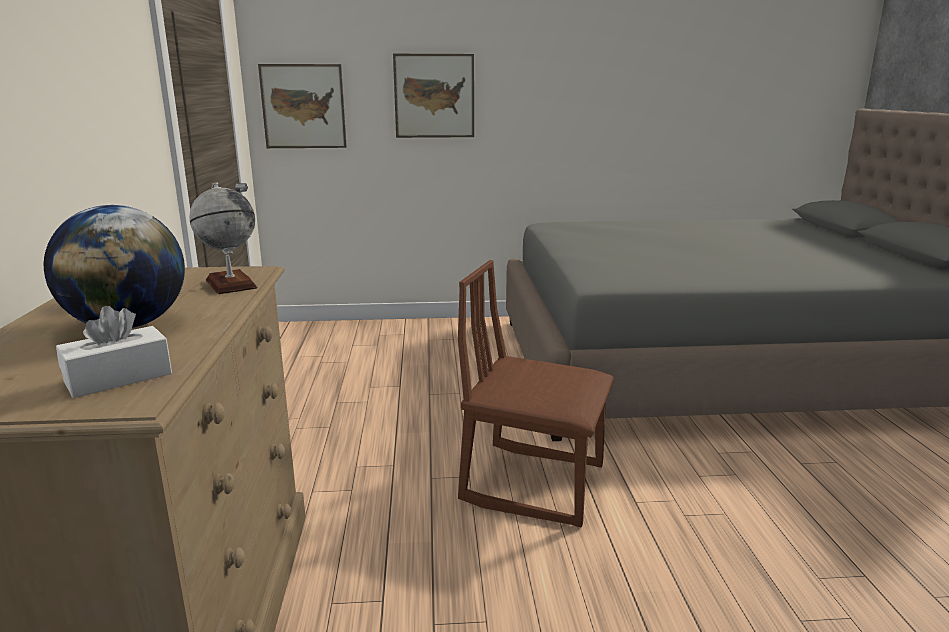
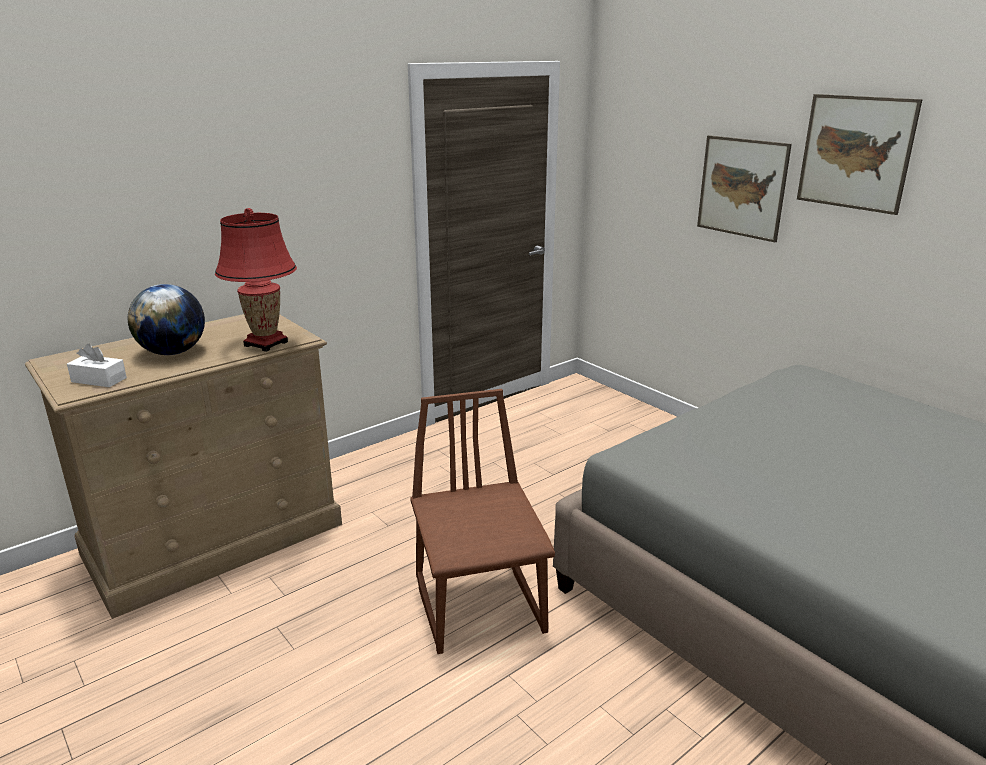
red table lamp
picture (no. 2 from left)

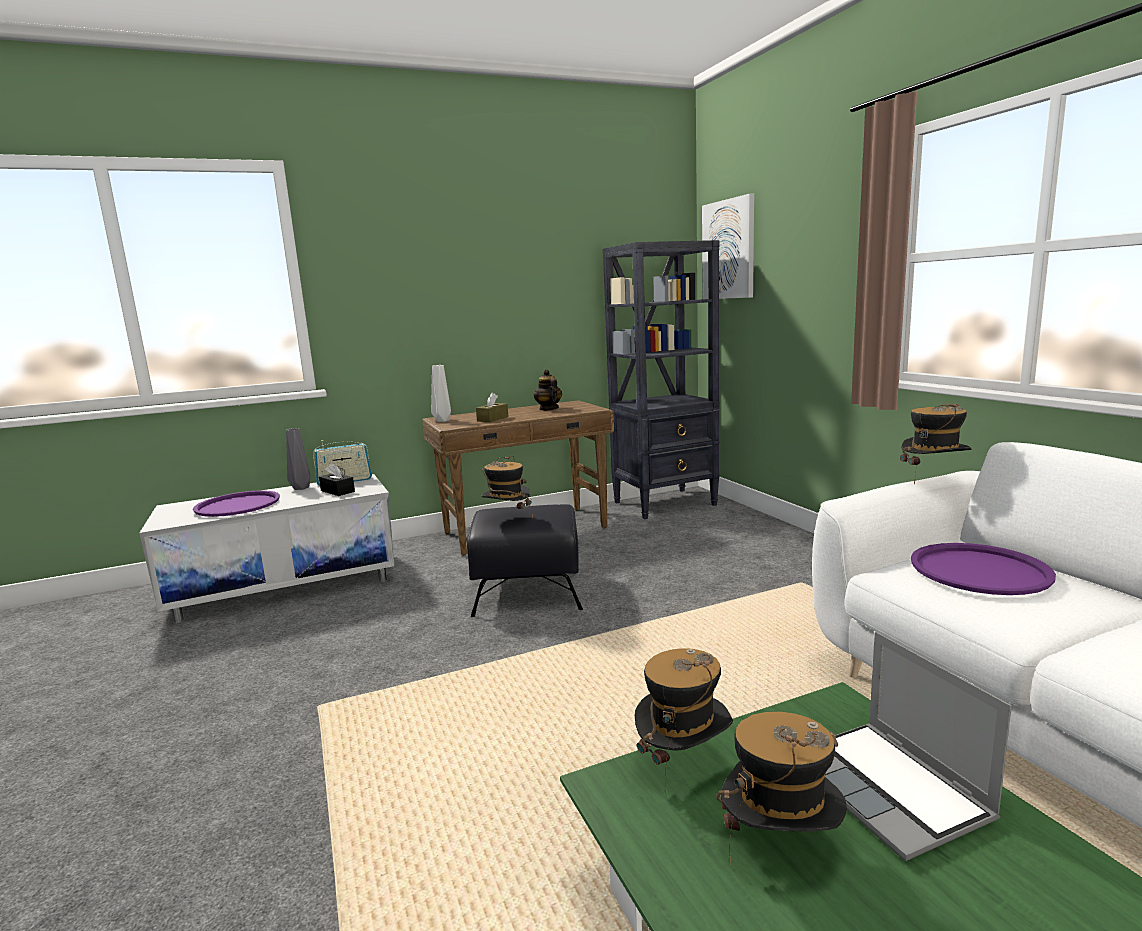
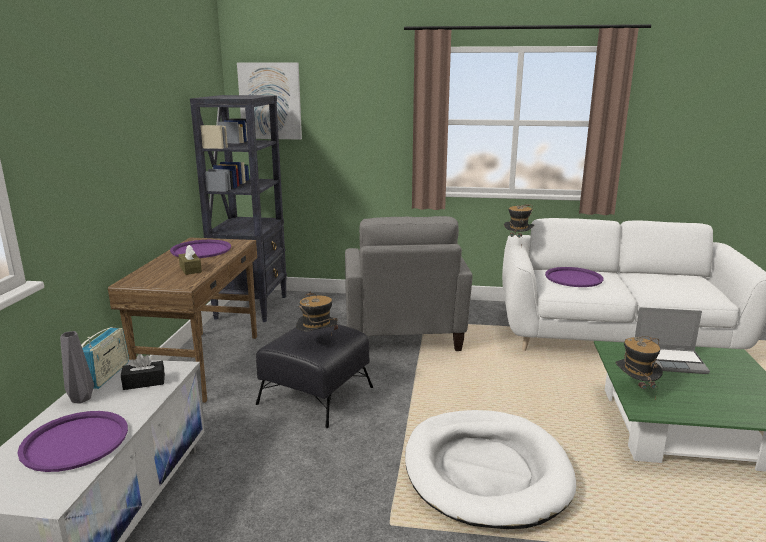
grey vase (no. 2 from left in the first image)
purple tray (no. 2 from left)
hat (no. 3 from left in the first image)
grey armchair
white dog bed

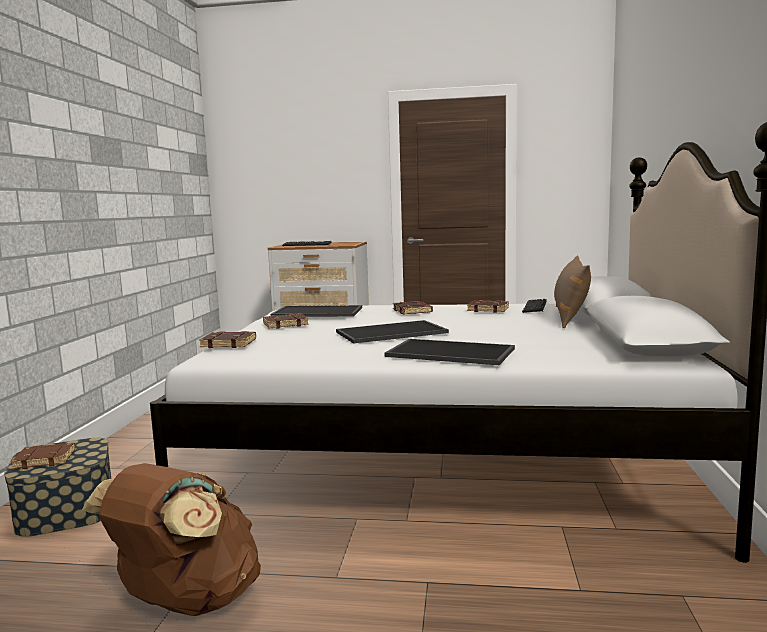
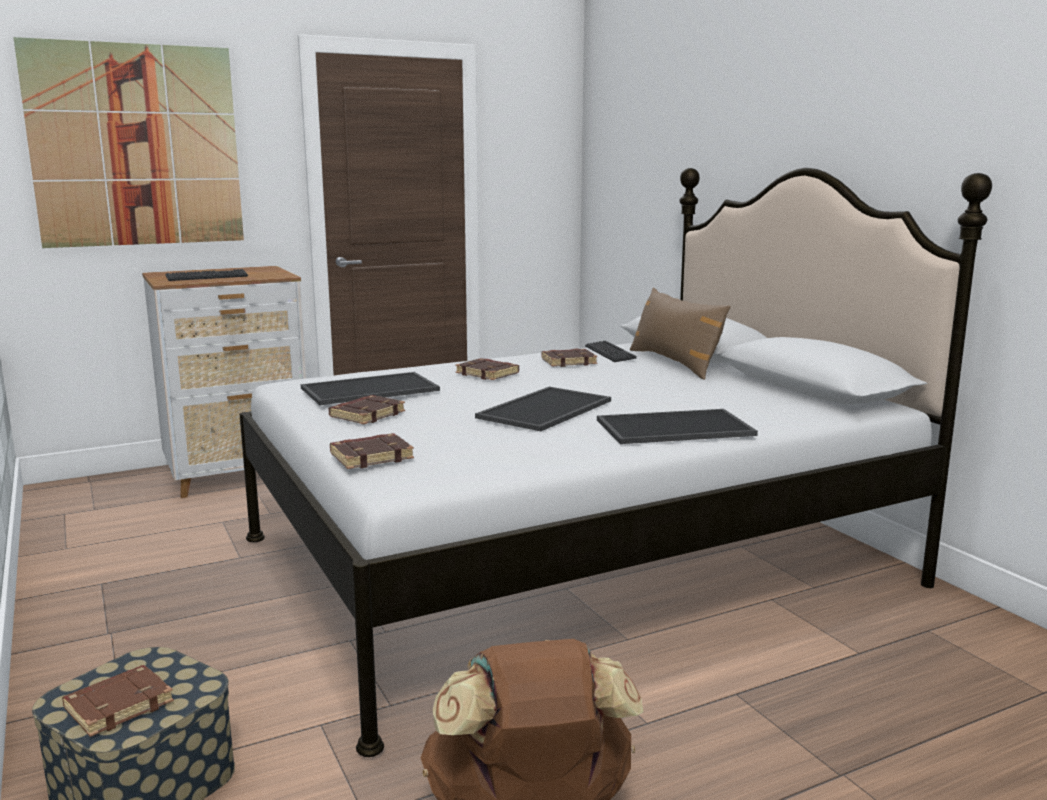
picture

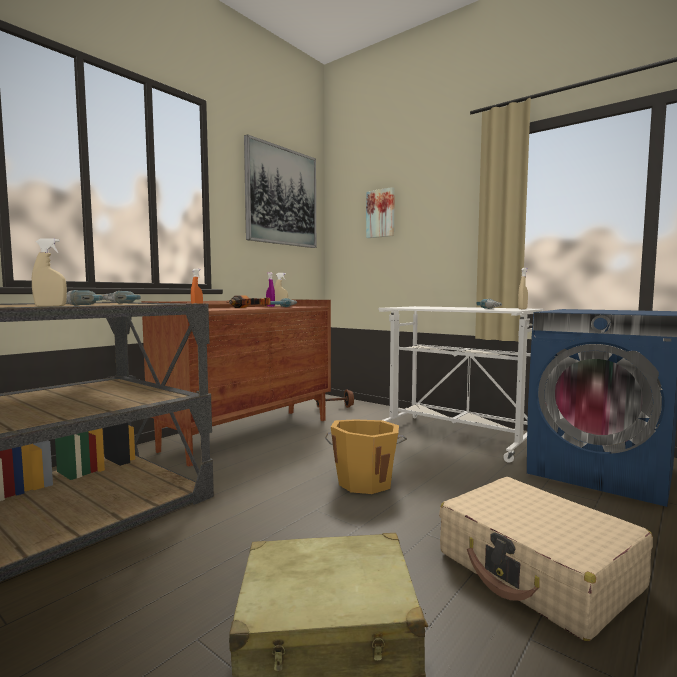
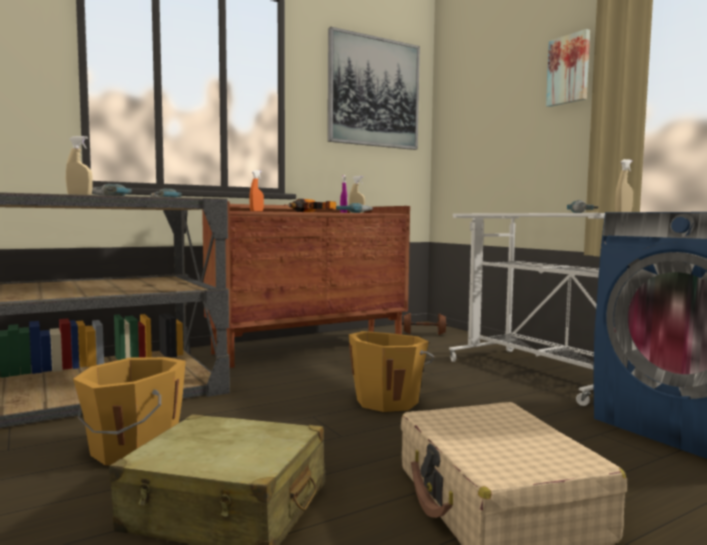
picture (no. 2 from left)
orange bucket (no. 1 from left)

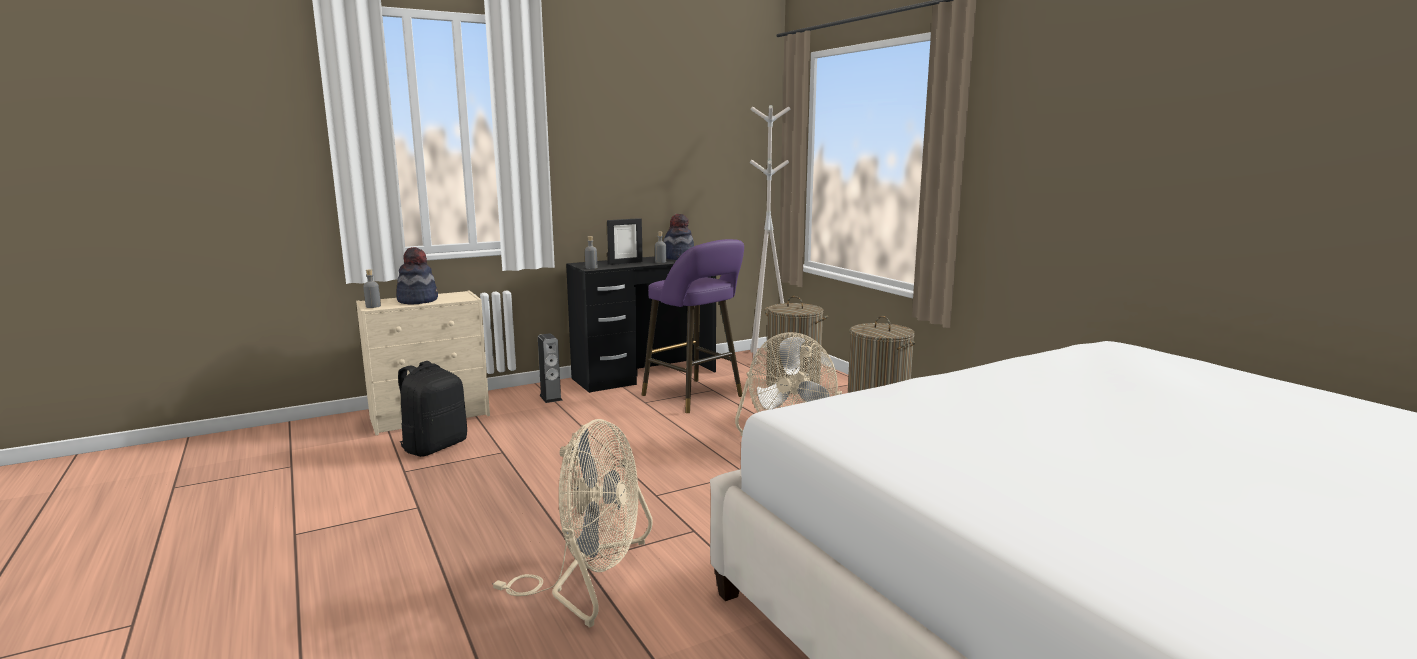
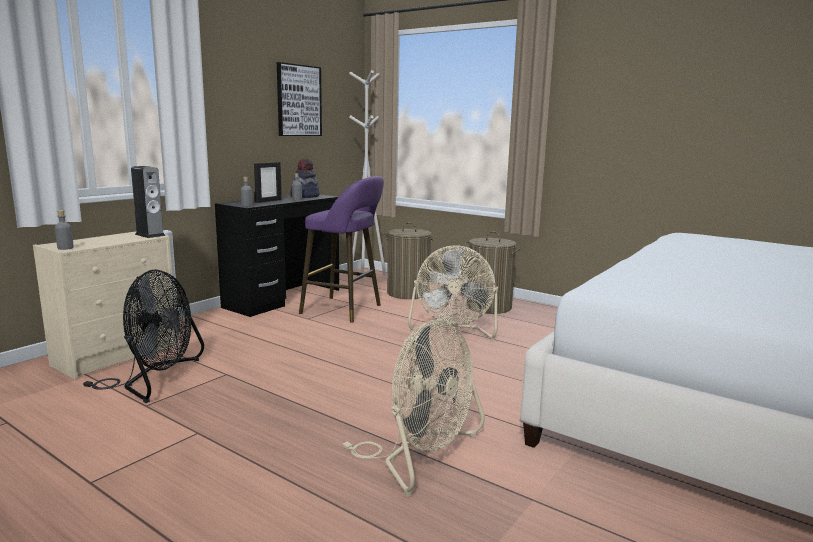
hat (no. 1 from left in the first image)
black fan
beige fan (no. 1 from left)
speaker
picture

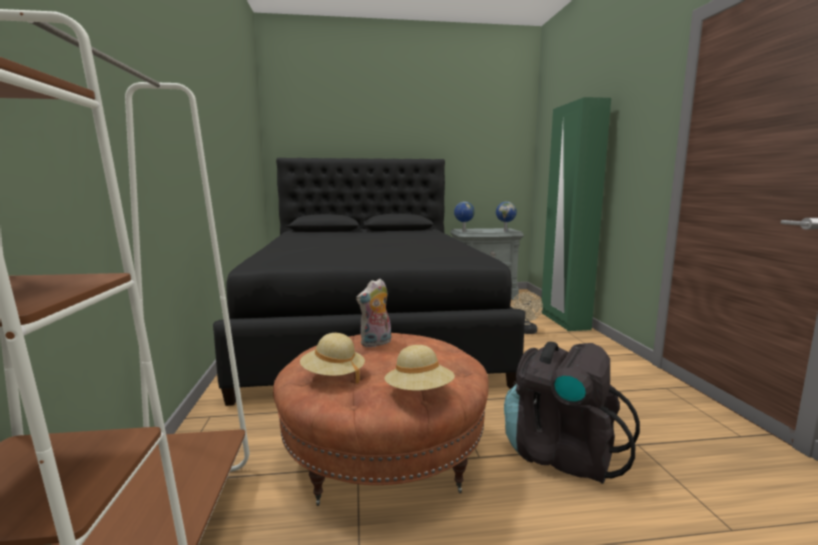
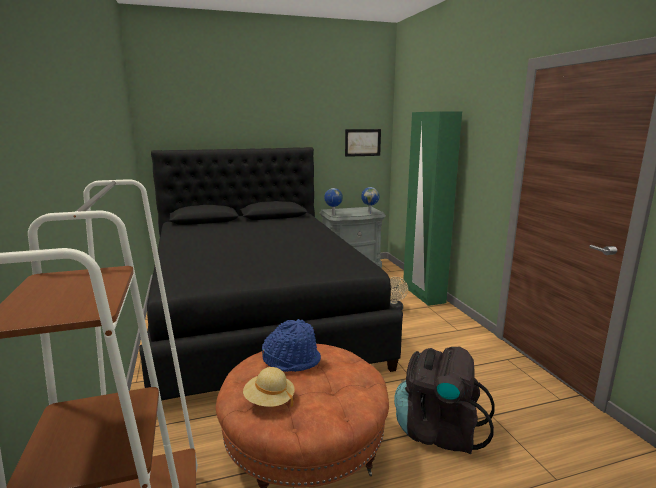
blue hat
beige hat (no. 2 from left in the first image)
picture

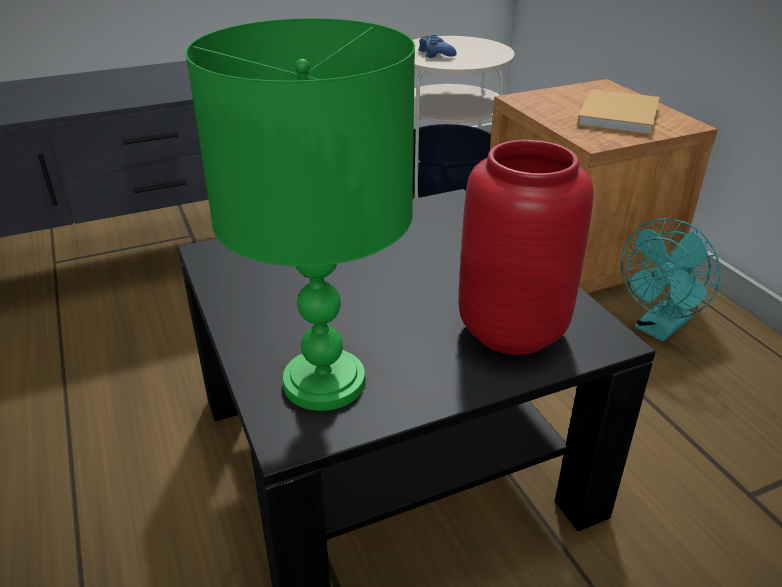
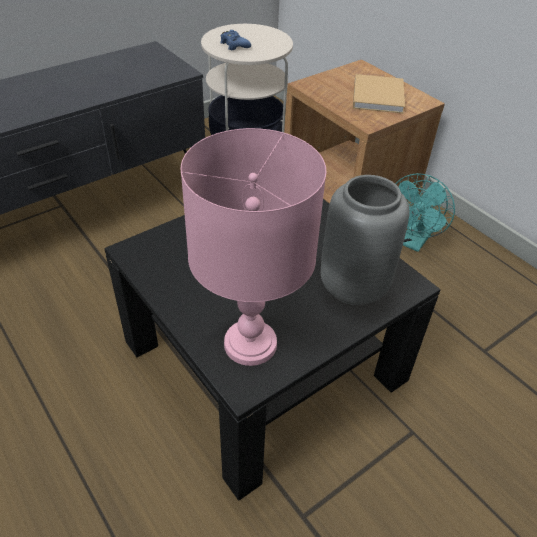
pink table lamp
grey vase

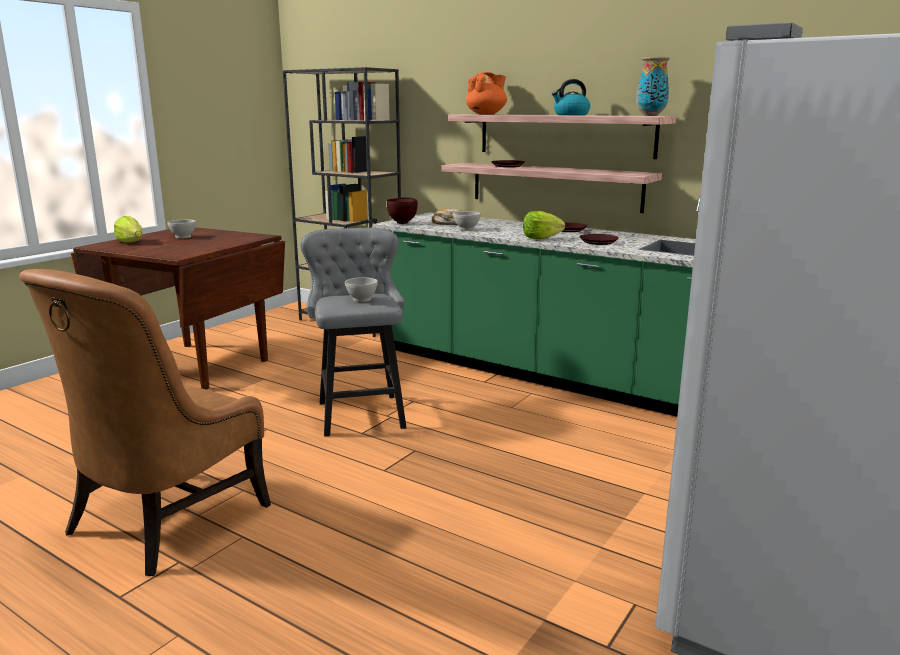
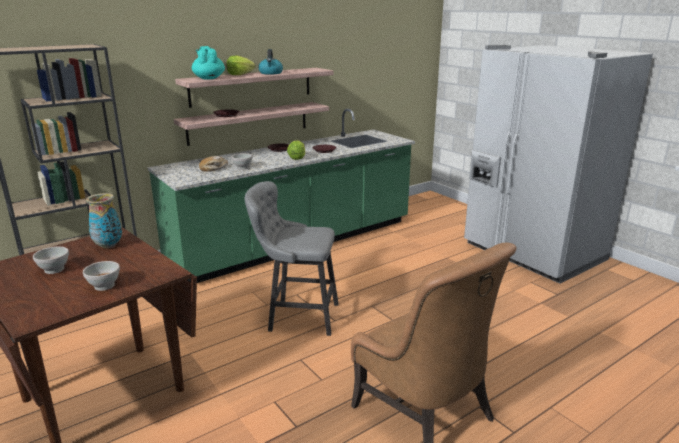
lettuce (no. 1 from left)
white bowl (no. 2 from left)
brown bowl
turquoise teapot
vase

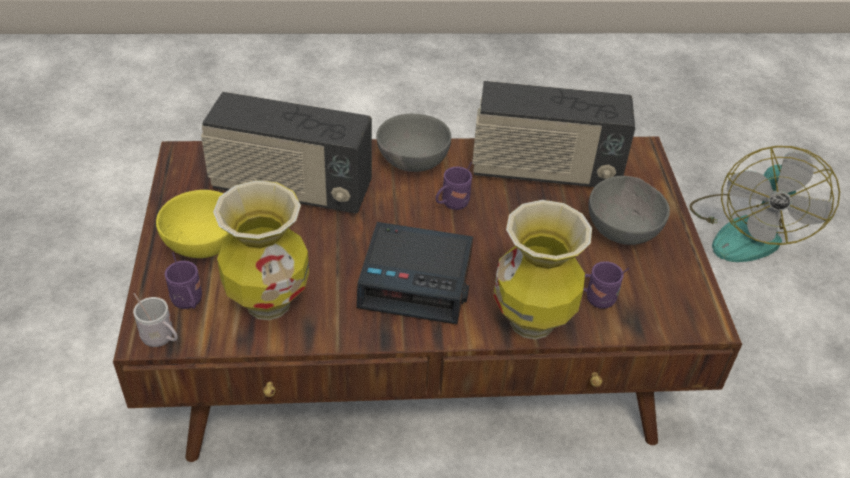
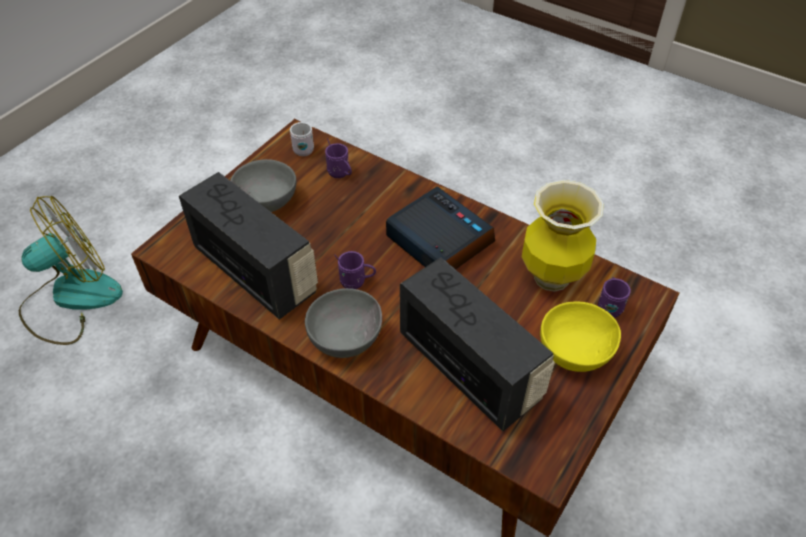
white mug
vase (no. 2 from left in the first image)

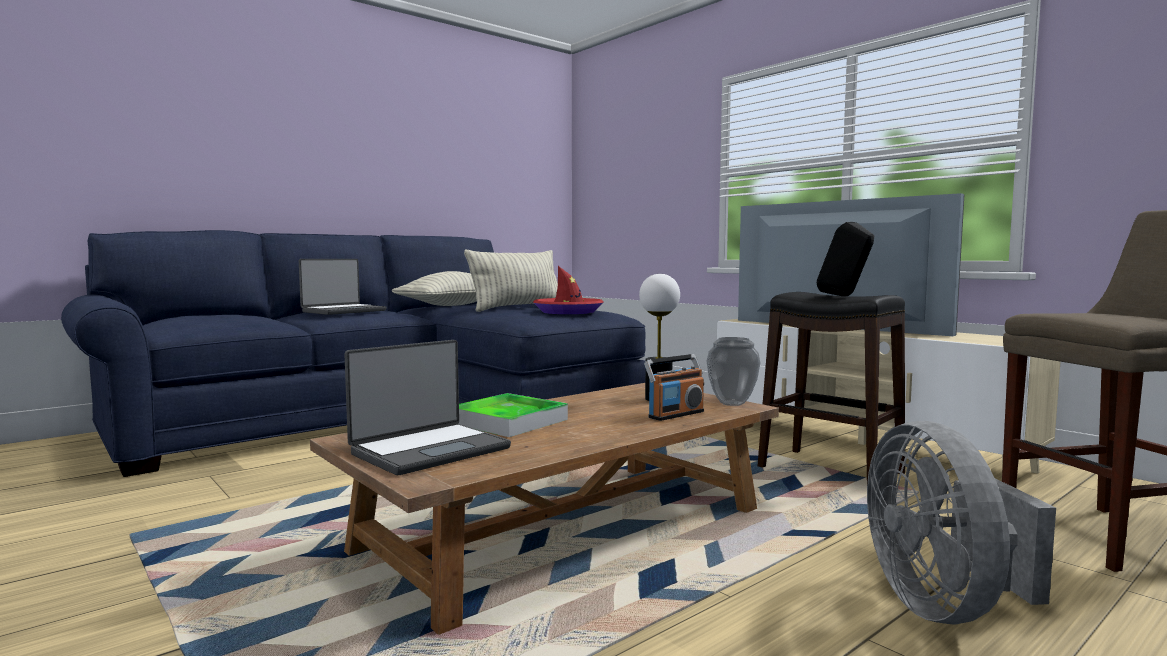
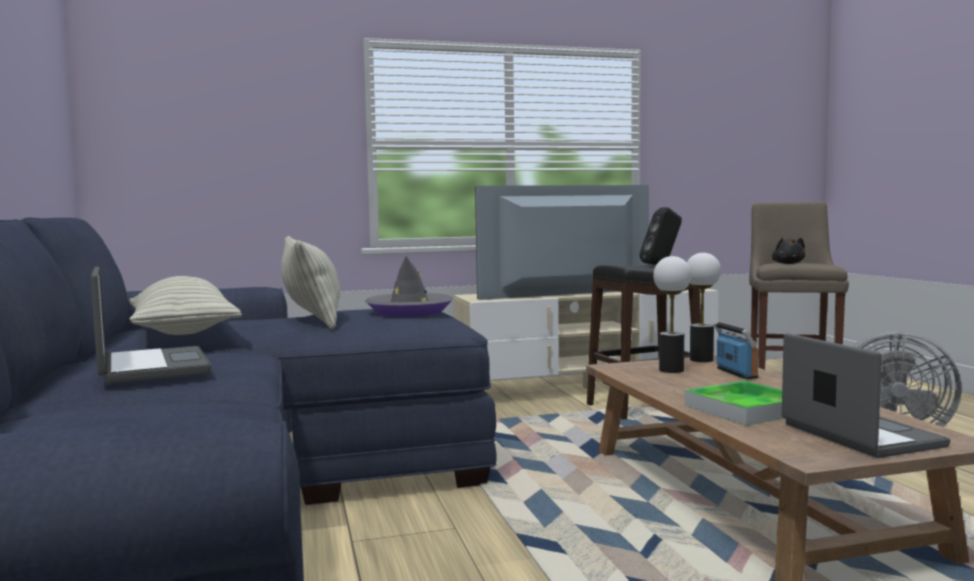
grey hat
table lamp (no. 2 from left)
black plush toy

